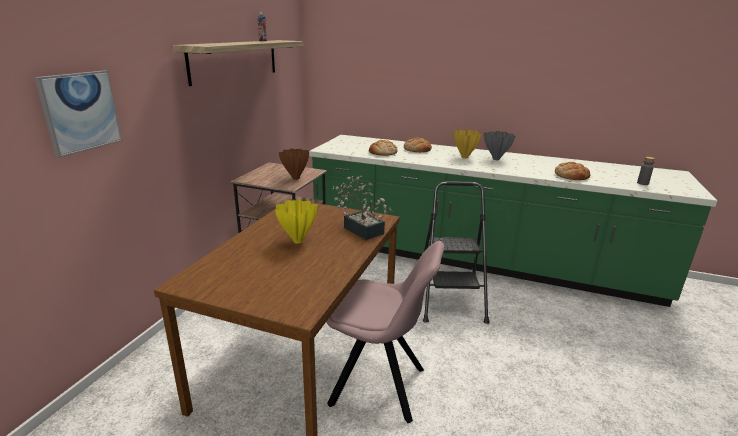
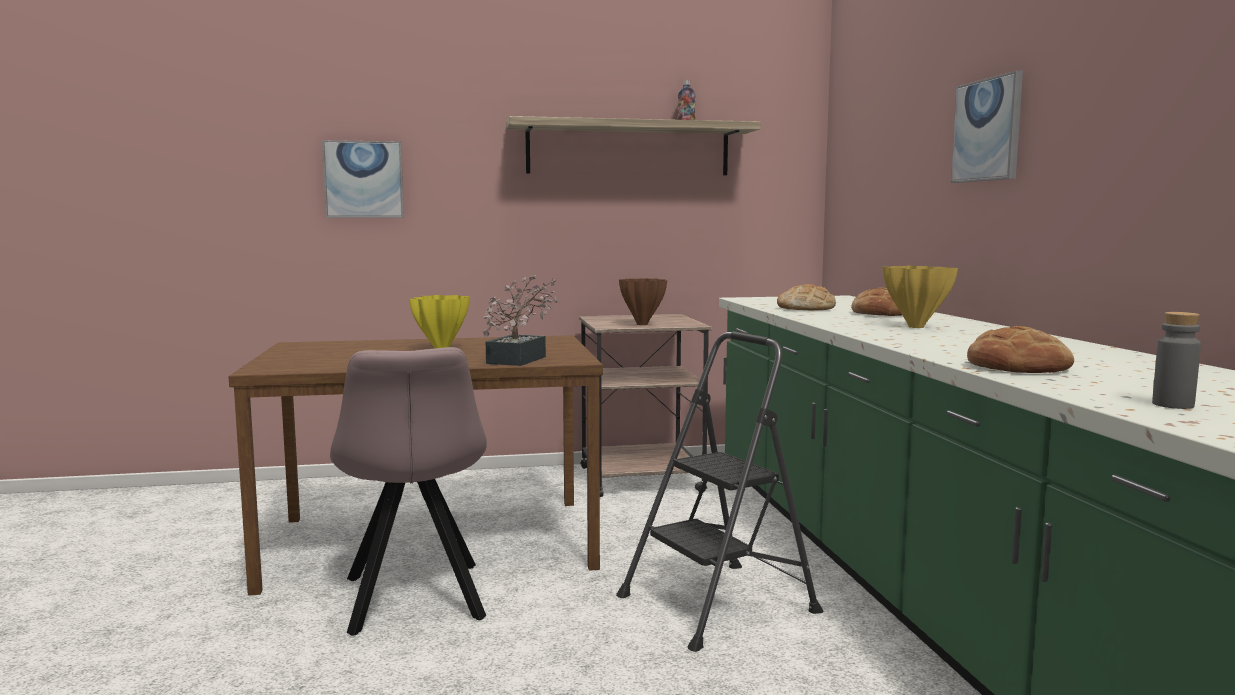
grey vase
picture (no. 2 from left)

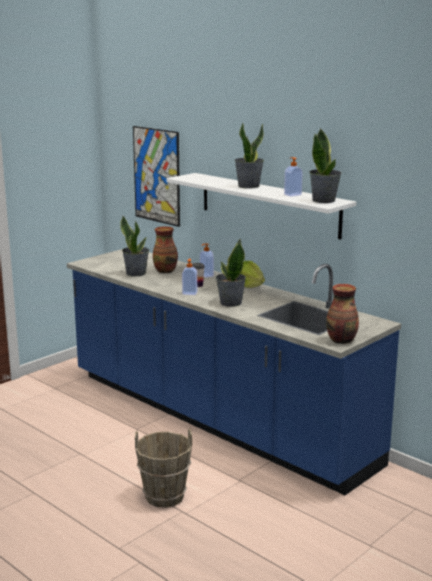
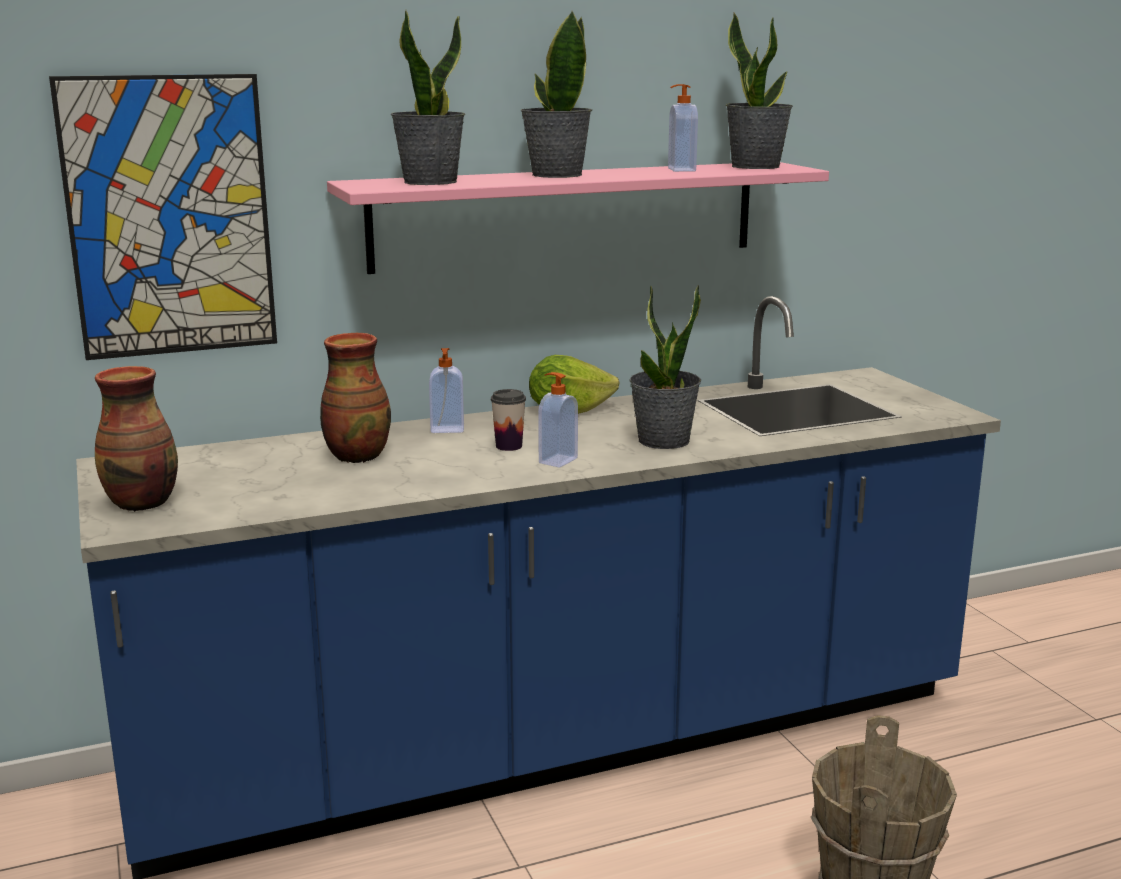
potted plant (no. 1 from left)
pink shelf
vase (no. 1 from left)

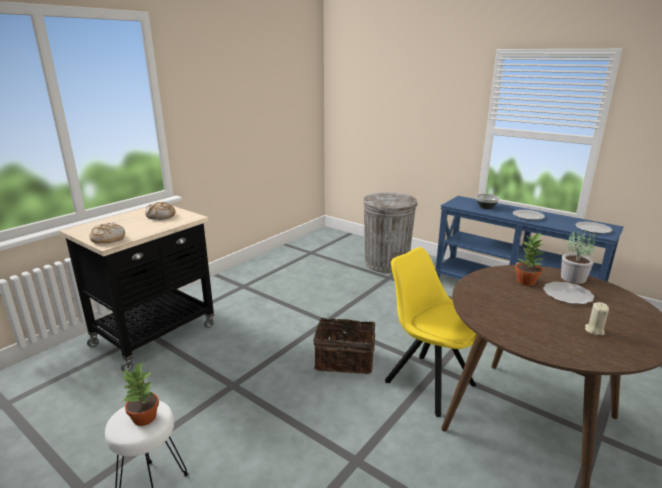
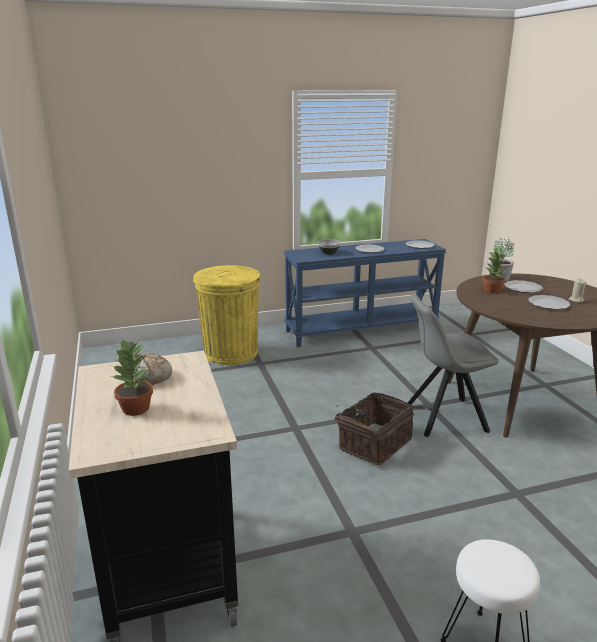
bread (no. 1 from left in the first image)
potted plant (no. 1 from left)
yellow trash can
grey chair
plate (no. 4 from left)

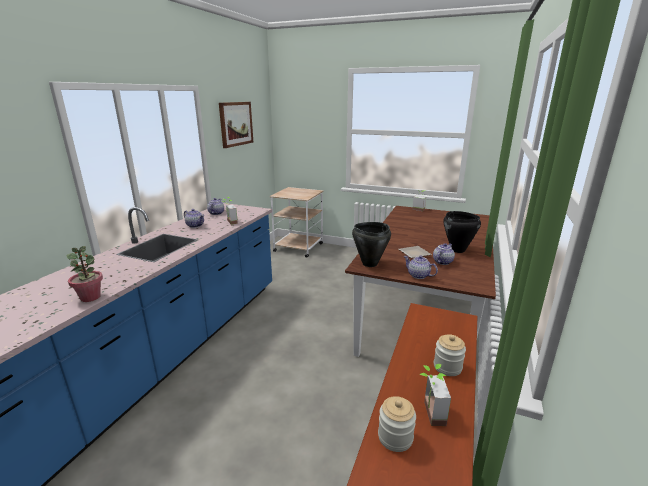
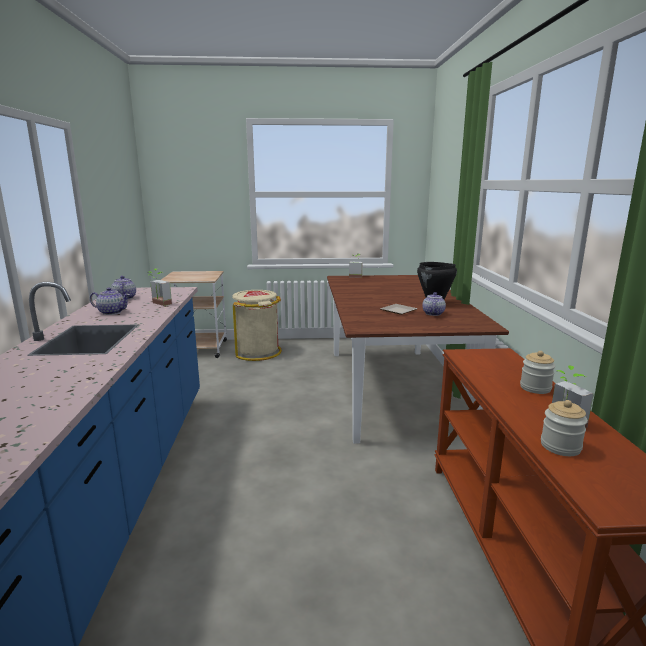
potted plant (no. 1 from left in the first image)
picture
black cooking pot (no. 1 from left in the first image)
teapot (no. 3 from left in the first image)
beige trash can

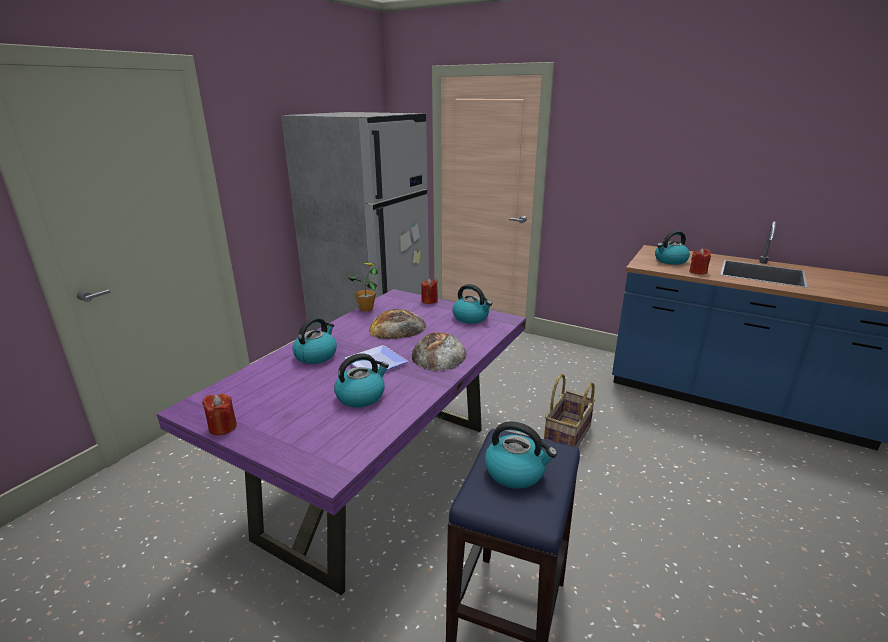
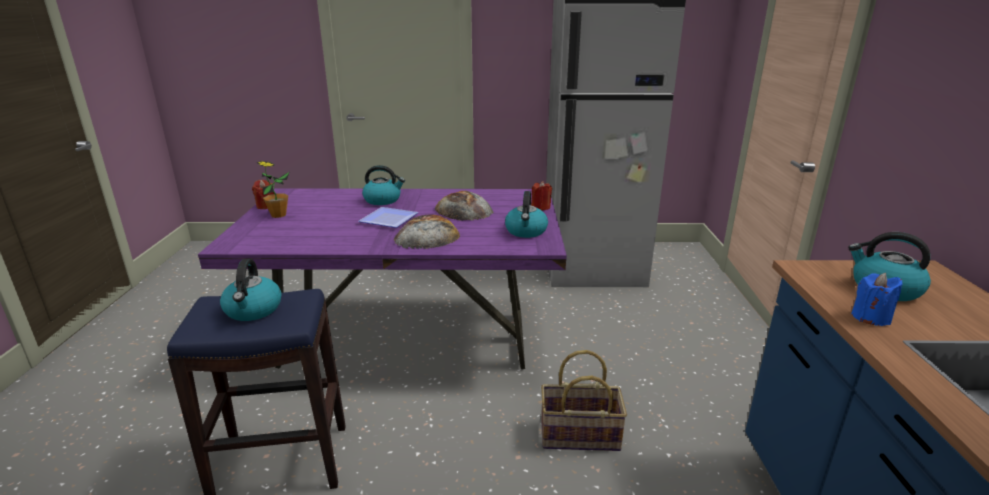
kettle (no. 2 from left in the first image)
potted plant
blue candle

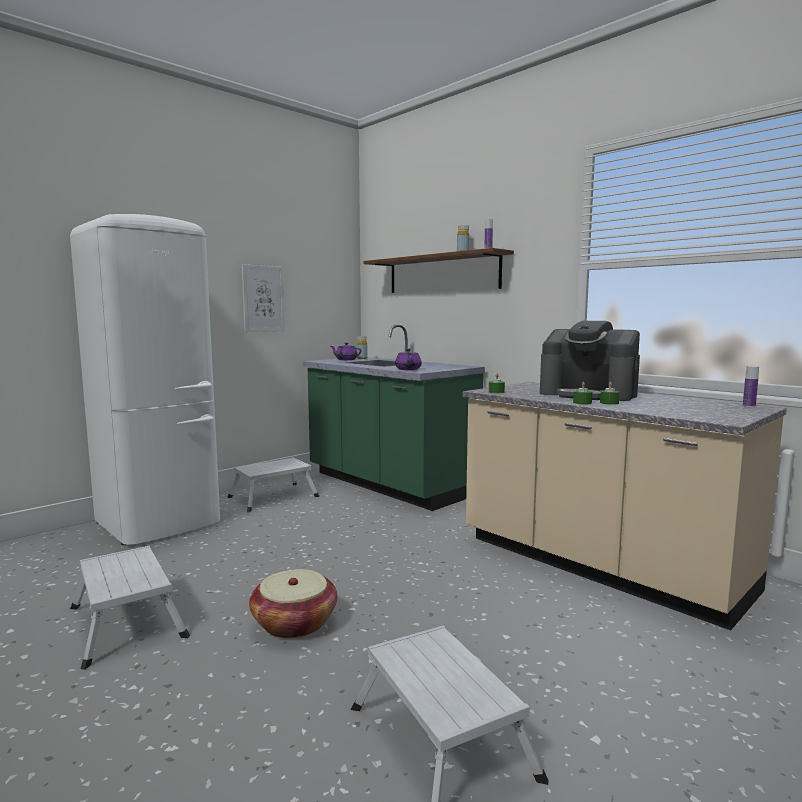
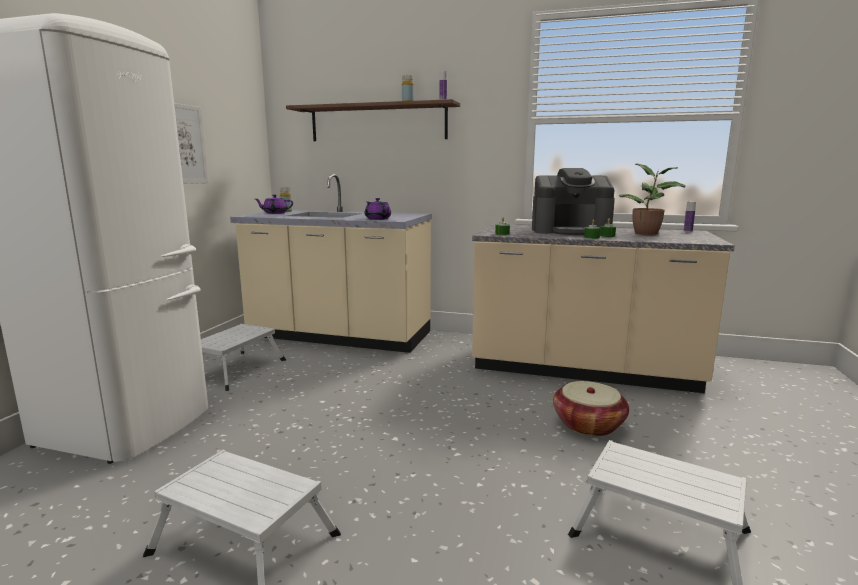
basket
beige counter (no. 1 from left)
potted plant

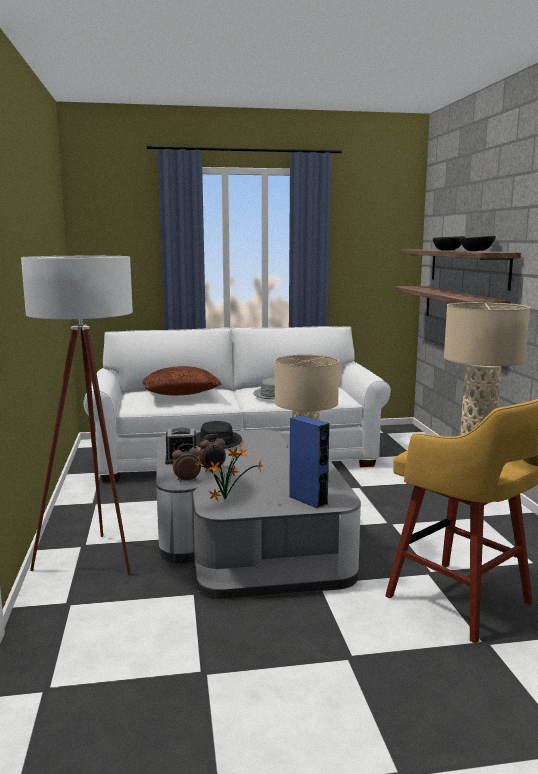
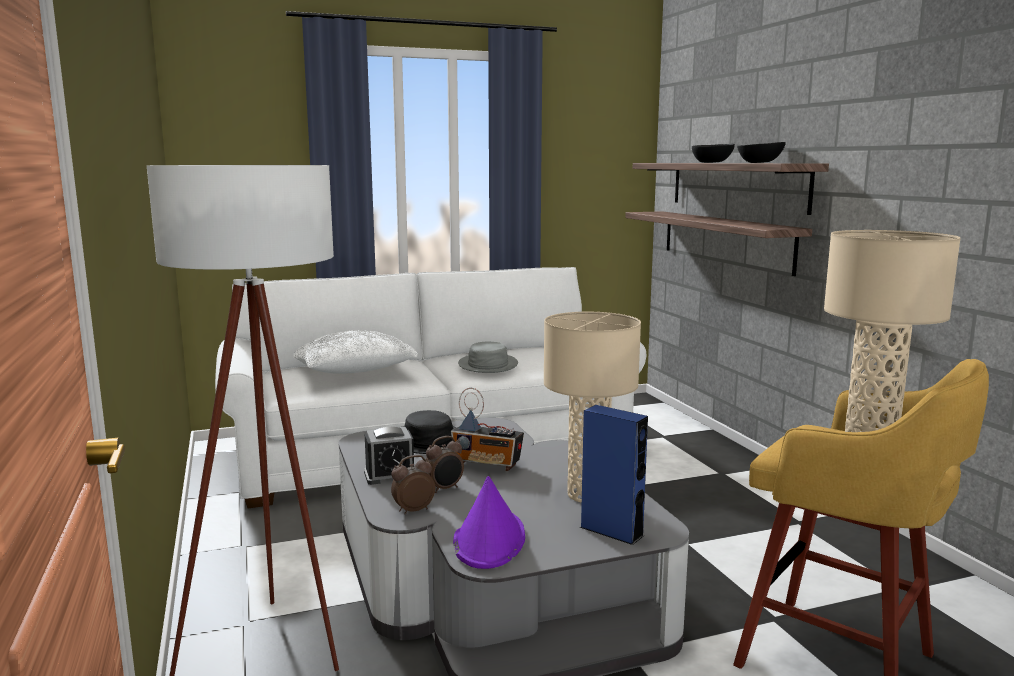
white pillow
purple hat
radio

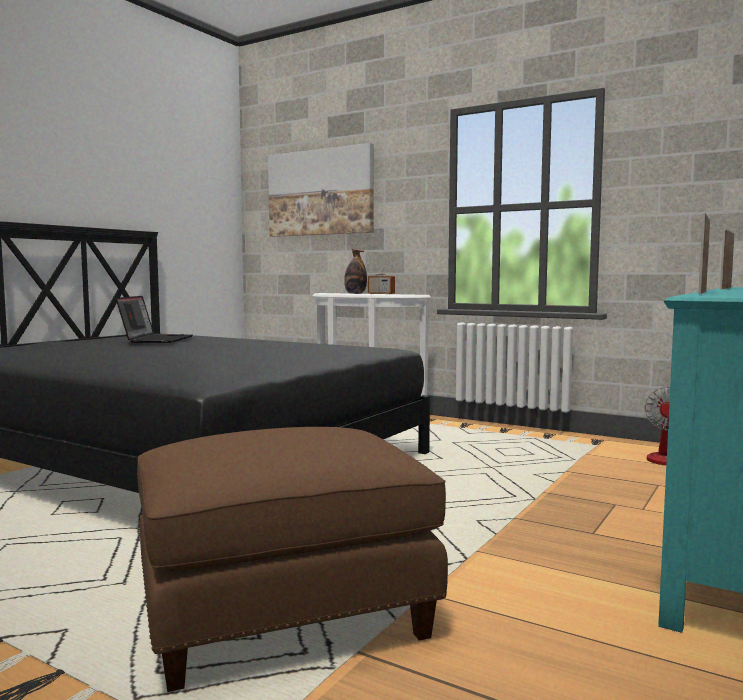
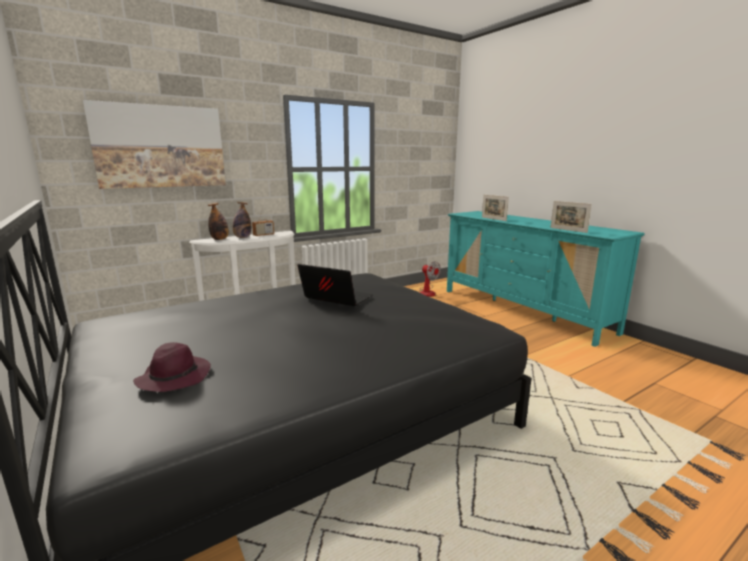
laptop
brown ottoman
purple hat
bottle (no. 1 from left)

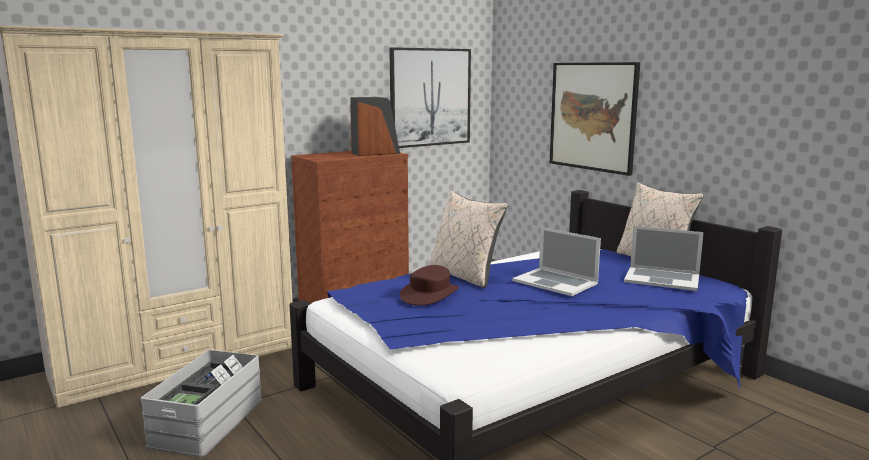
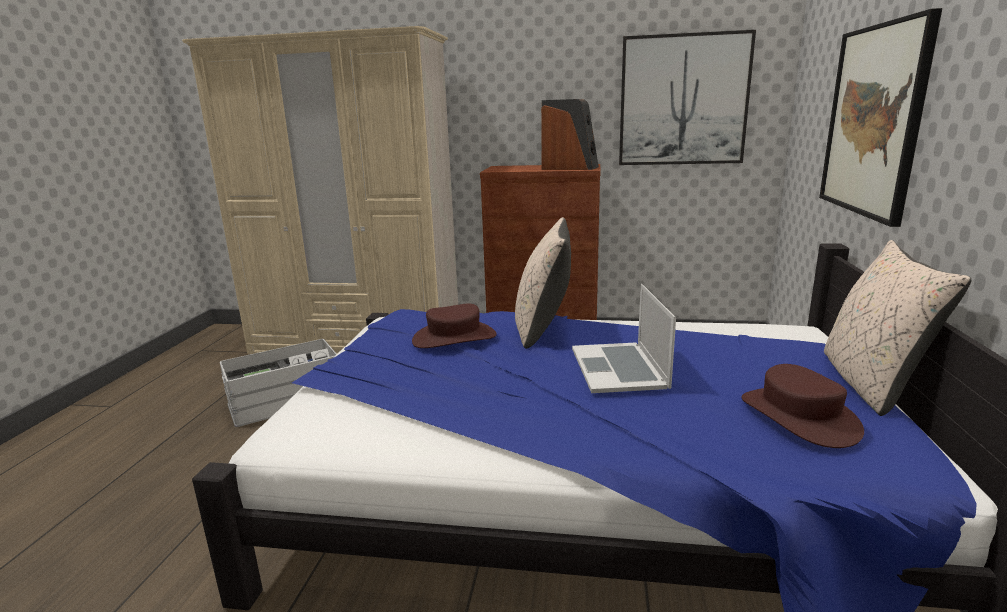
brown hat (no. 2 from left)

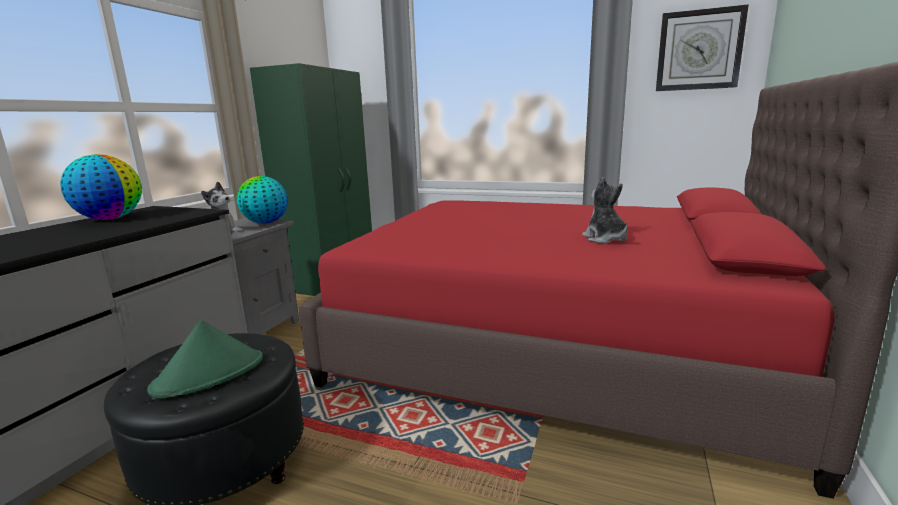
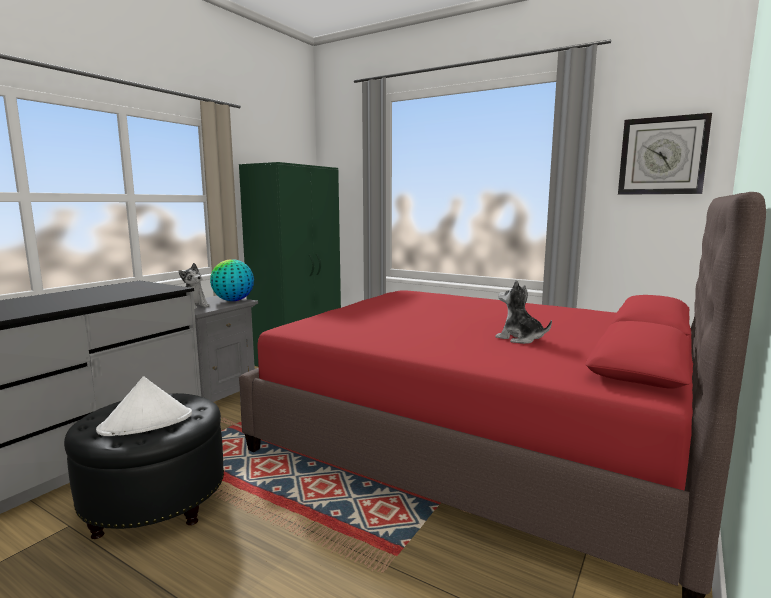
globe (no. 1 from left in the first image)
white hat
plush toy (no. 2 from left)

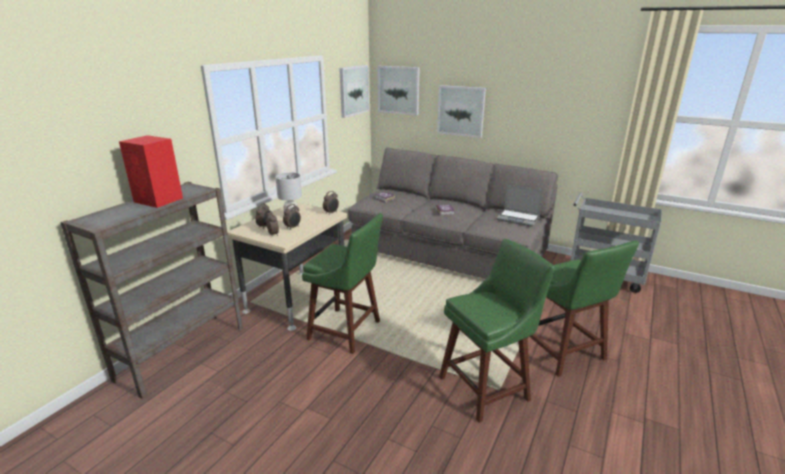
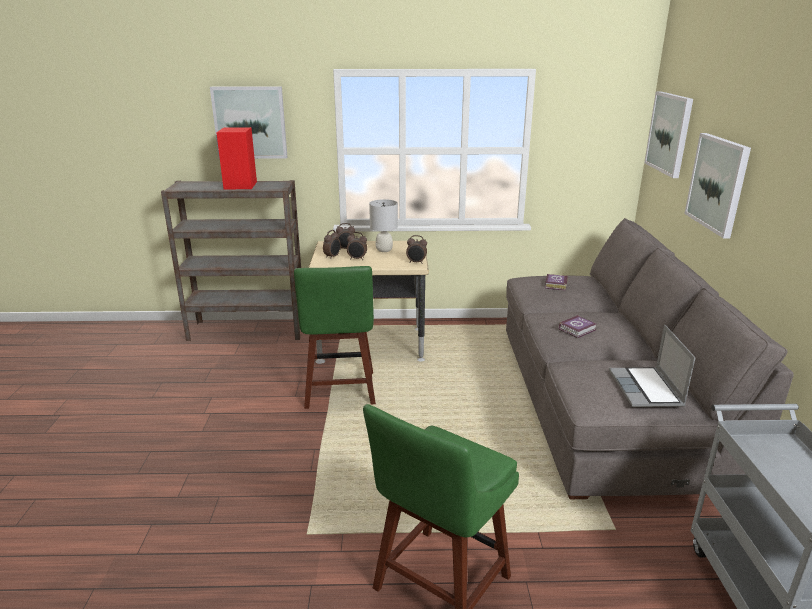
picture (no. 1 from left)
green chair (no. 2 from left in the first image)

